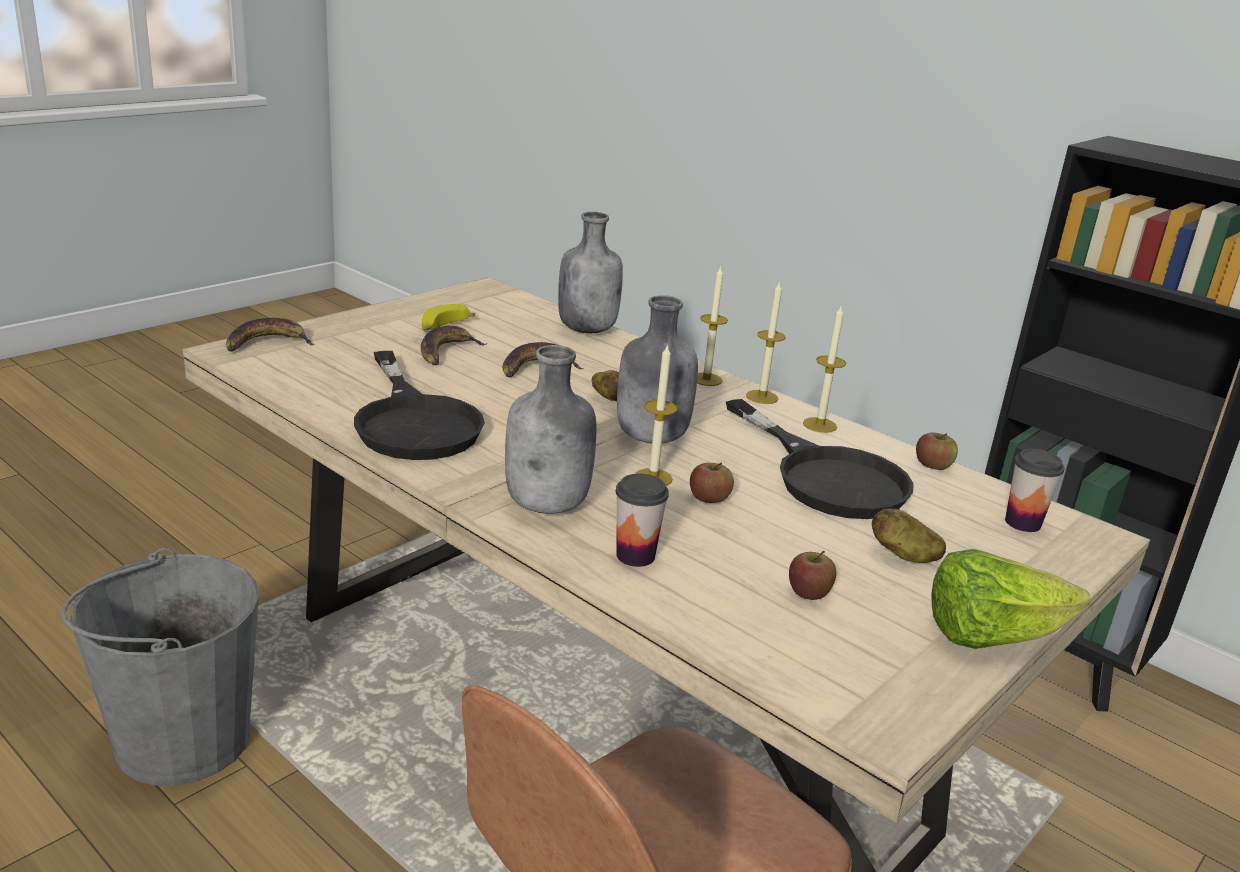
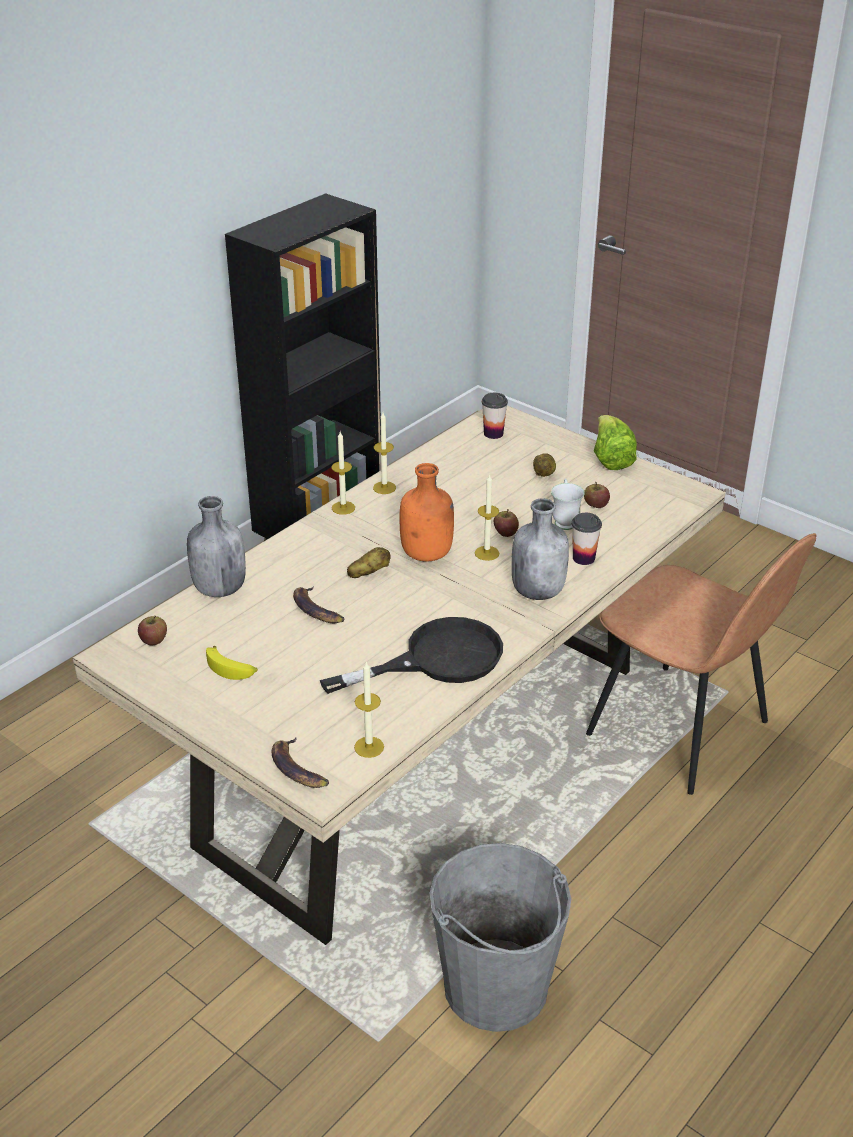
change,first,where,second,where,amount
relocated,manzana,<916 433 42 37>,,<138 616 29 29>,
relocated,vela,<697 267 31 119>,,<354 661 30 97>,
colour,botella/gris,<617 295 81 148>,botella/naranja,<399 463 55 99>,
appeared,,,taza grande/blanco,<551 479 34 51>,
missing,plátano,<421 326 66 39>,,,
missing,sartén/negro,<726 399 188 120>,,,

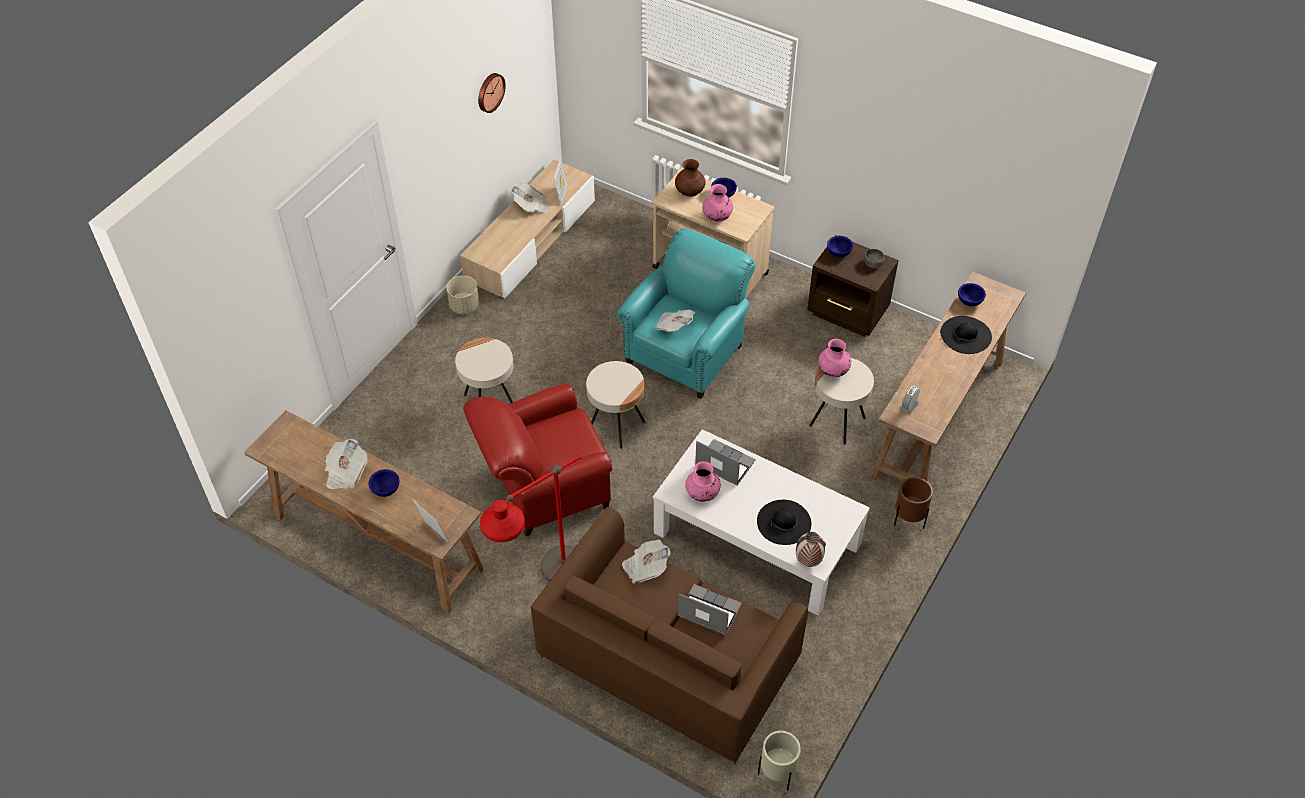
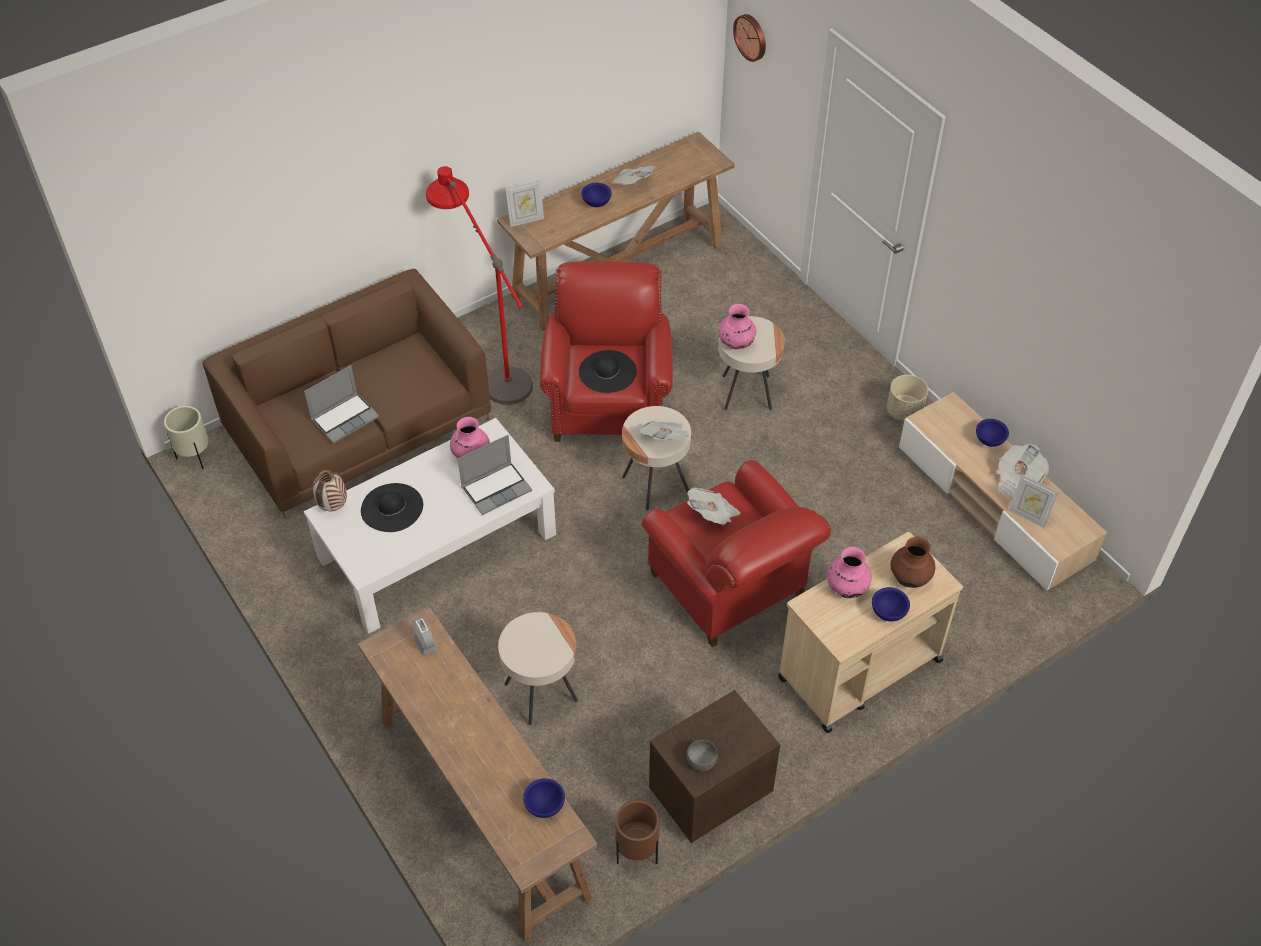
change,first,where,second,where,amount
relocated,sombrero/negro,<940 316 52 38>,,<579 350 58 43>,
relocated,maceta/marrón,<894 477 39 52>,,<615 800 45 64>,
relocated,periódico,<622 540 49 43>,,<639 421 50 19>,
colour,sillón/turquesa,<617 229 139 170>,sillón/rojo,<642 460 189 187>,
relocated,florero/rosa,<818 339 33 39>,,<719 304 37 46>,
relocated,reloj de pared,<478 73 28 40>,,<733 14 33 48>,
relocated,cuenco/azul,<827 236 26 21>,,<976 419 33 28>,

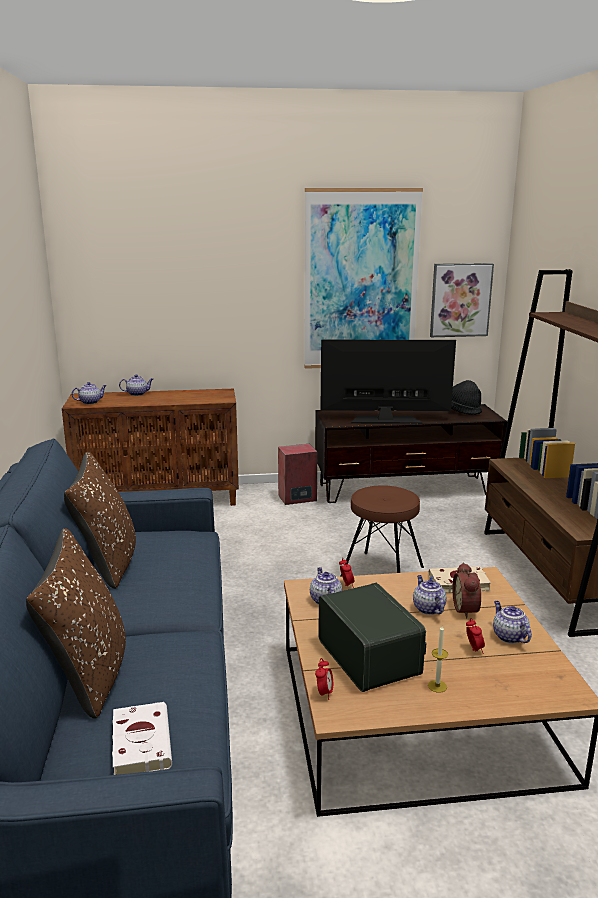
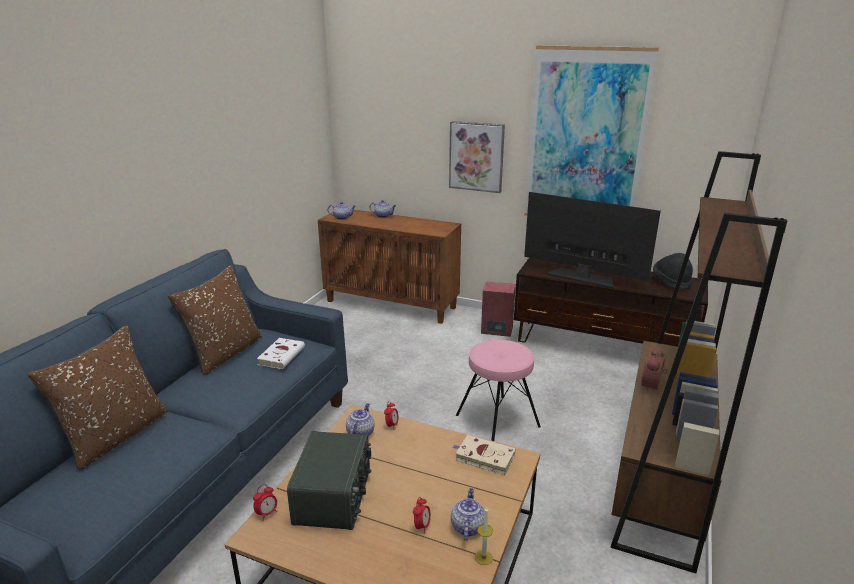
change,first,where,second,where,amount
relocated,libro/blanco,<112 702 60 73>,,<257 338 48 31>,
relocated,cuadro,<430 263 64 74>,,<449 121 56 72>,
colour,taburete/marrón,<340 485 84 92>,taburete/rosa,<456 340 85 101>,
relocated,vela,<428 626 20 67>,,<475 507 18 58>,
relocated,despertador,<452 562 29 57>,,<641 348 26 44>,
missing,tetera,<413 575 34 40>,,,

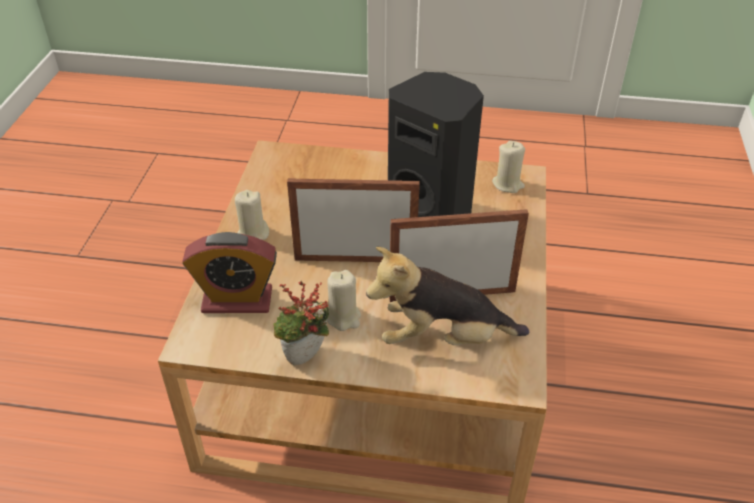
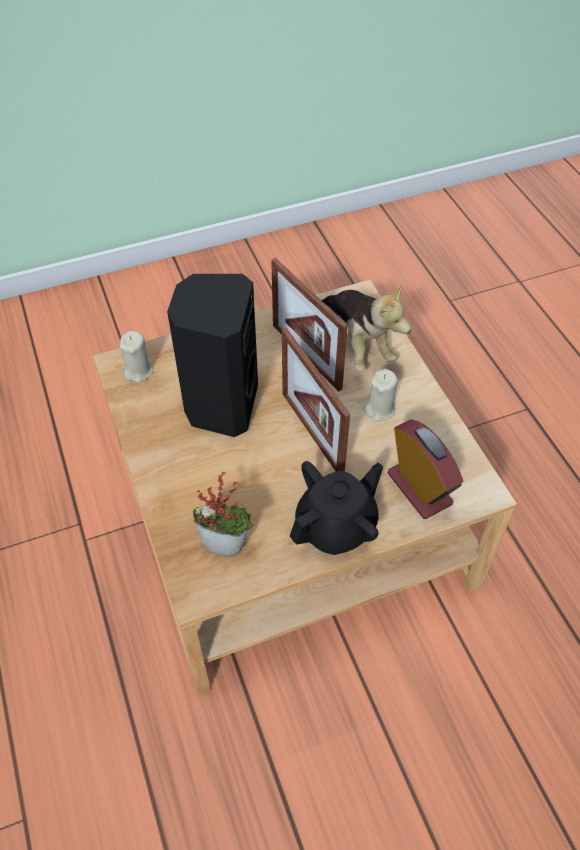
change,first,where,second,where,amount
relocated,planta en maceta,<273 281 56 84>,,<193 471 61 86>,
exchanged,vela/beis,<235 190 34 50>,tetera/negro,<289 461 94 94>,

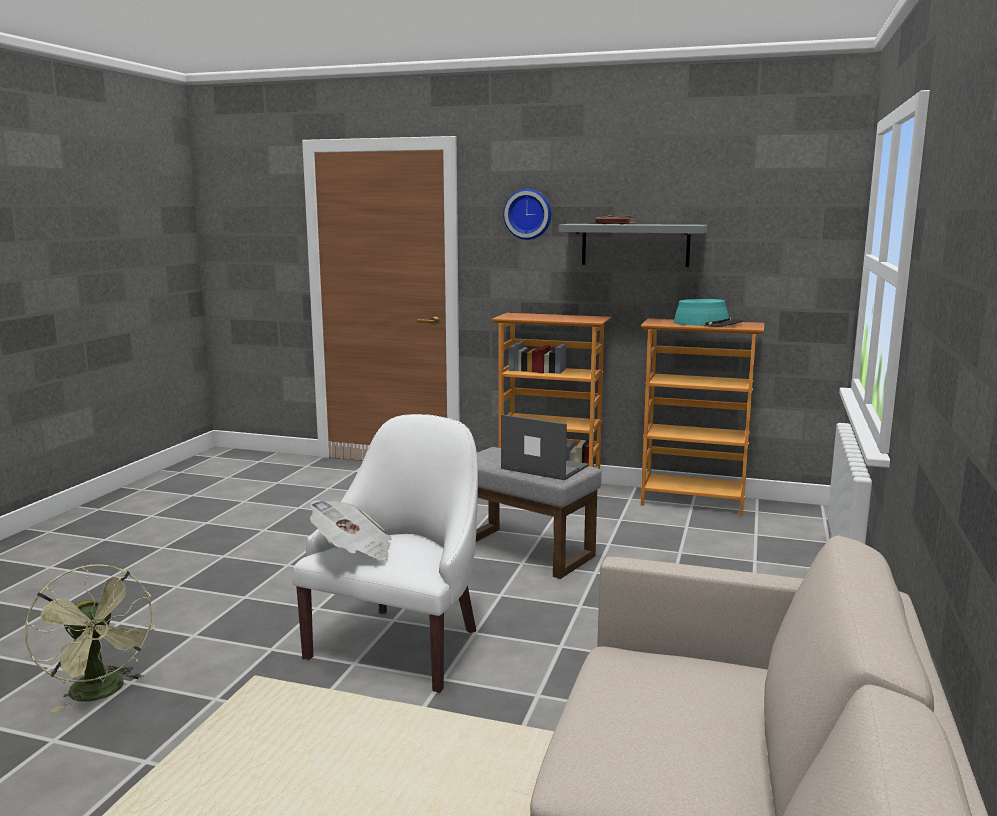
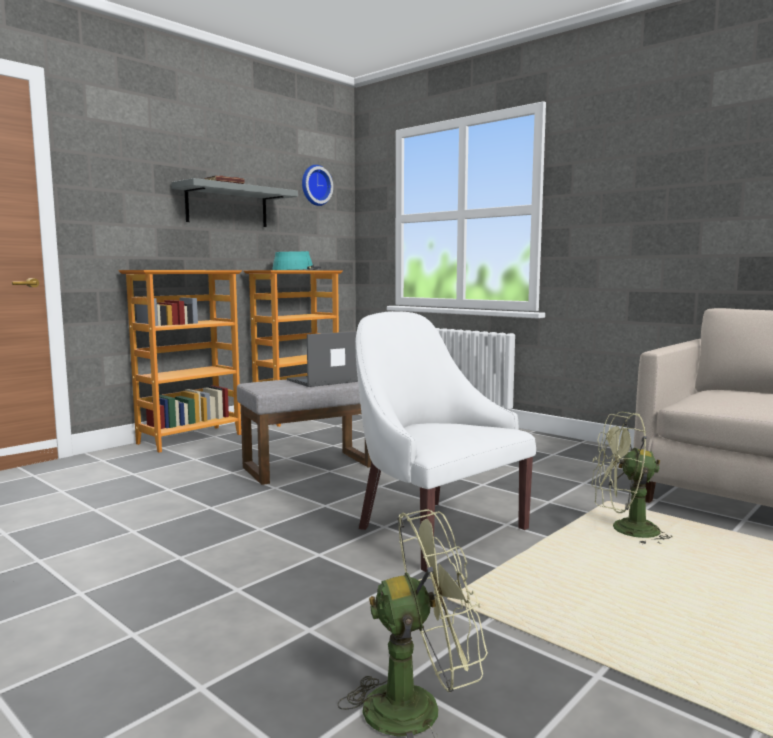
change,first,where,second,where,amount
relocated,reloj de pared,<503 189 48 51>,,<302 165 31 41>,
appeared,,,ventilador/verde,<591 412 81 133>,
missing,periódico,<310 500 82 60>,,,

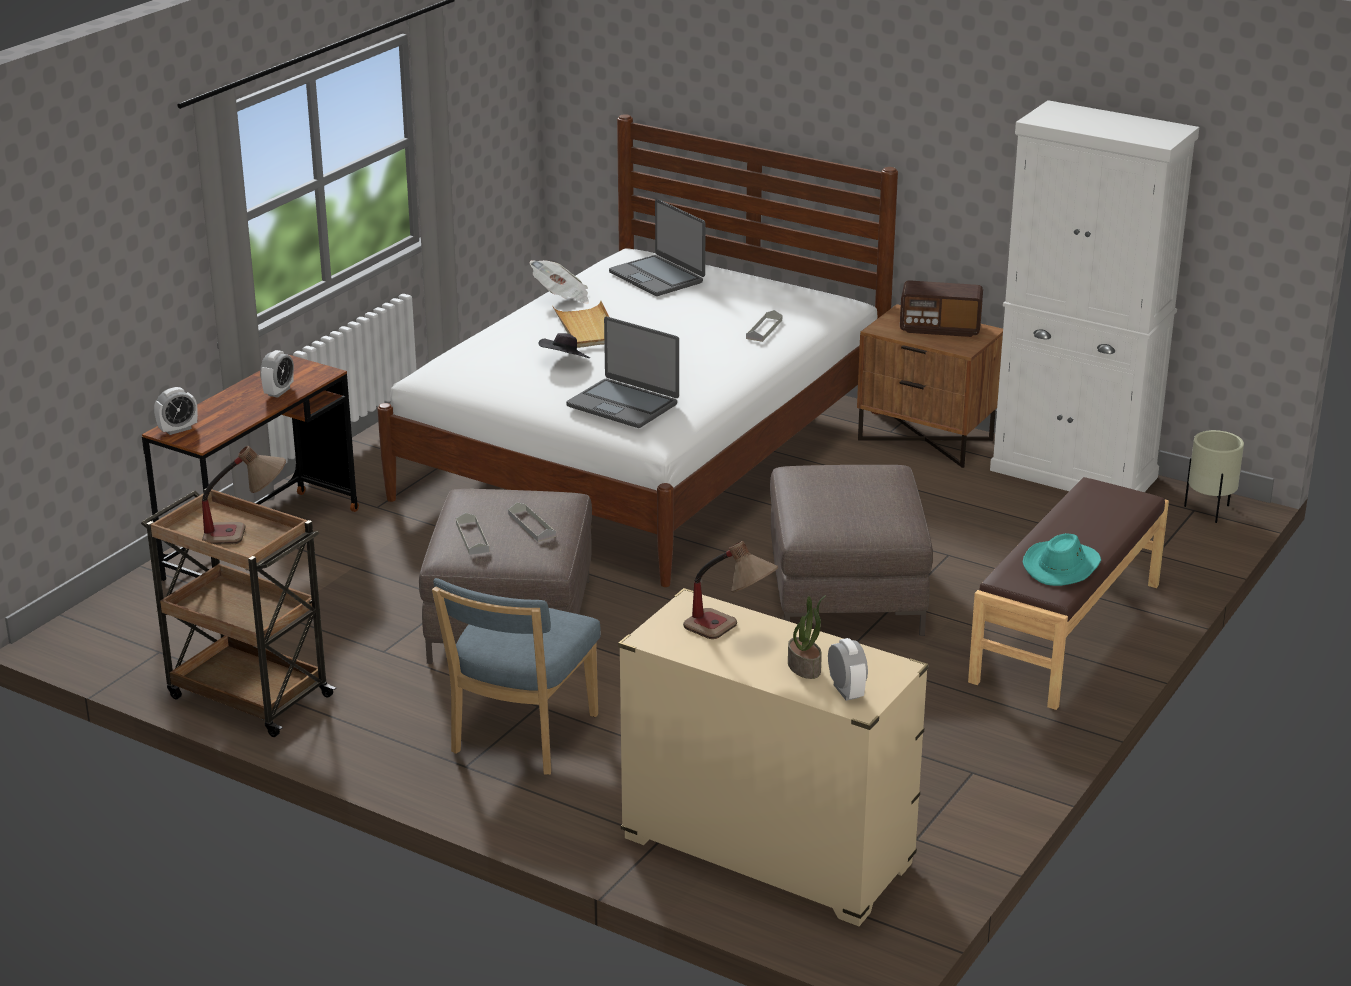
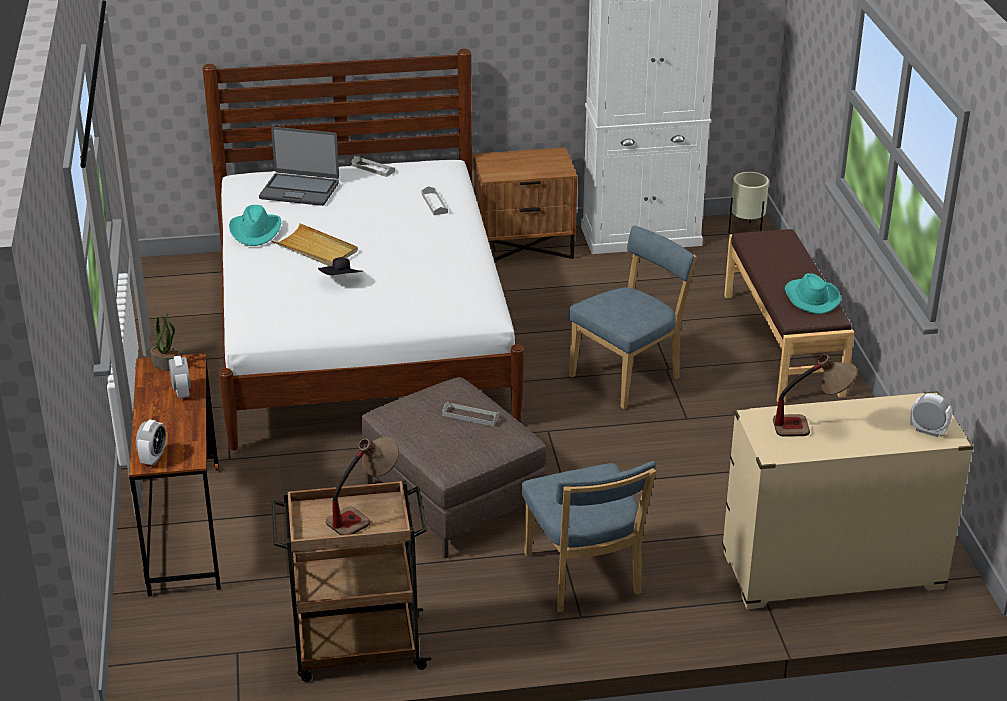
change,first,where,second,where,amount
relocated,planta en maceta,<788 595 38 84>,,<151 312 29 59>,
exchanged,periódico,<529 260 60 44>,sombrero/turquesa,<229 205 52 41>,
relocated,bandeja/gris,<456 513 34 42>,,<351 156 44 21>,
exchanged,puf/marrón,<770 465 163 171>,silla/azul,<568 225 129 184>,
missing,portátil,<566 317 113 111>,,,
missing,radio,<900 280 83 57>,,,

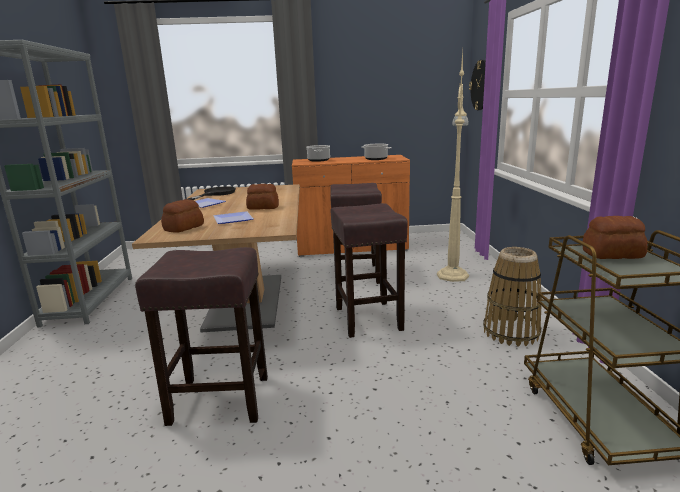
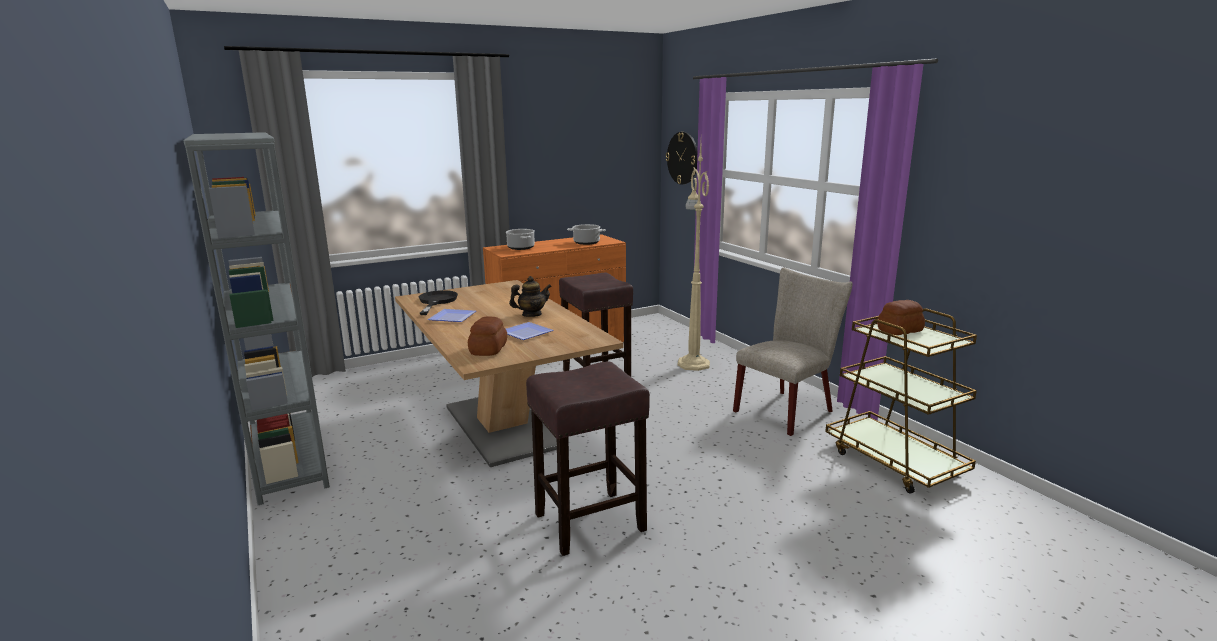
change,first,where,second,where,amount
exchanged,pan,<246 184 33 26>,tetera,<509 276 43 41>,
exchanged,cesta,<483 247 60 100>,silla/beis,<733 267 120 169>,
missing,taburete/marrón,<331 203 77 135>,,,

